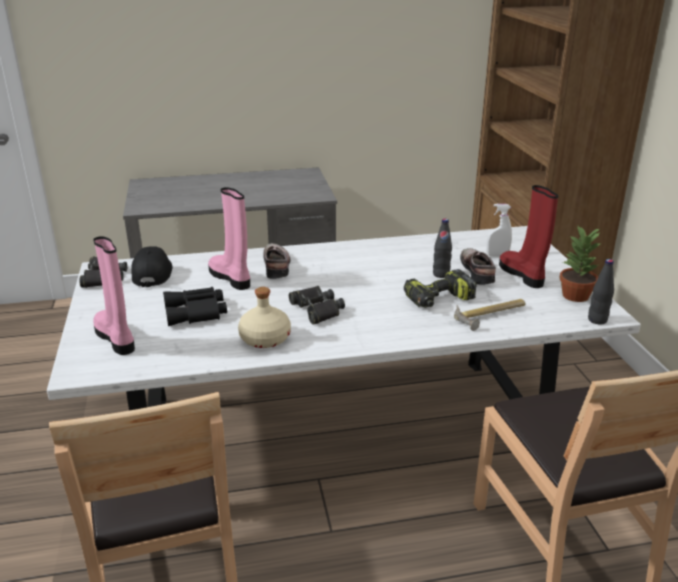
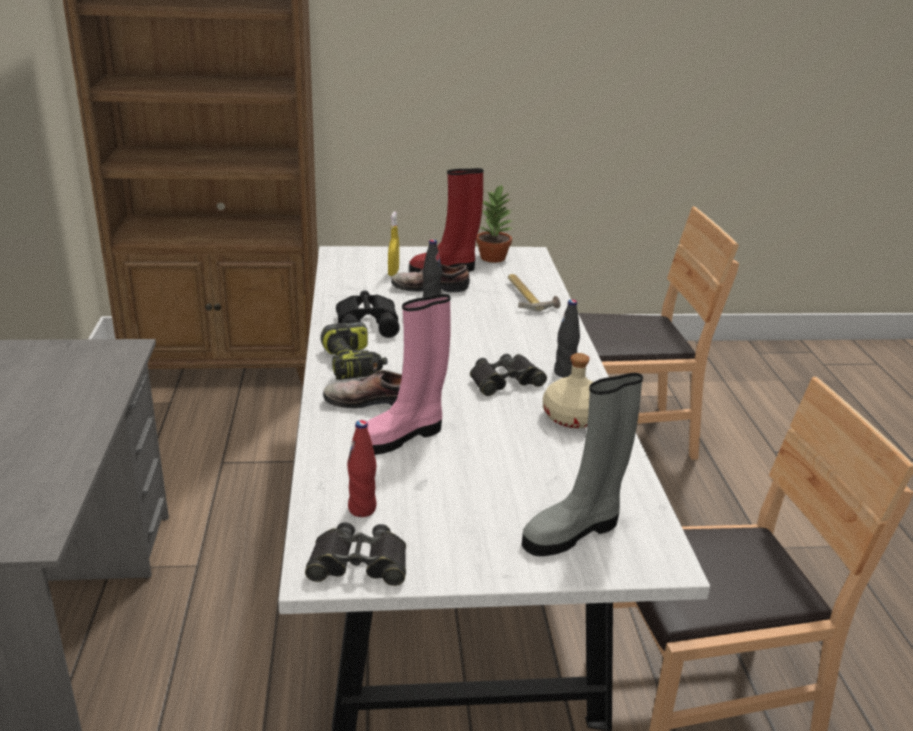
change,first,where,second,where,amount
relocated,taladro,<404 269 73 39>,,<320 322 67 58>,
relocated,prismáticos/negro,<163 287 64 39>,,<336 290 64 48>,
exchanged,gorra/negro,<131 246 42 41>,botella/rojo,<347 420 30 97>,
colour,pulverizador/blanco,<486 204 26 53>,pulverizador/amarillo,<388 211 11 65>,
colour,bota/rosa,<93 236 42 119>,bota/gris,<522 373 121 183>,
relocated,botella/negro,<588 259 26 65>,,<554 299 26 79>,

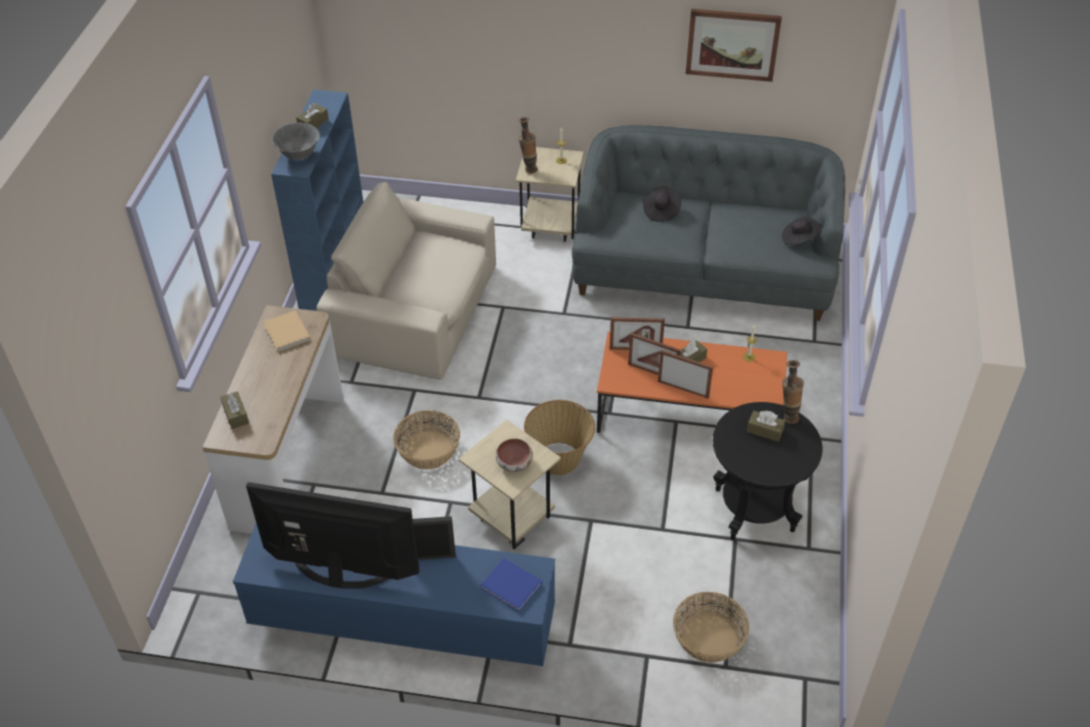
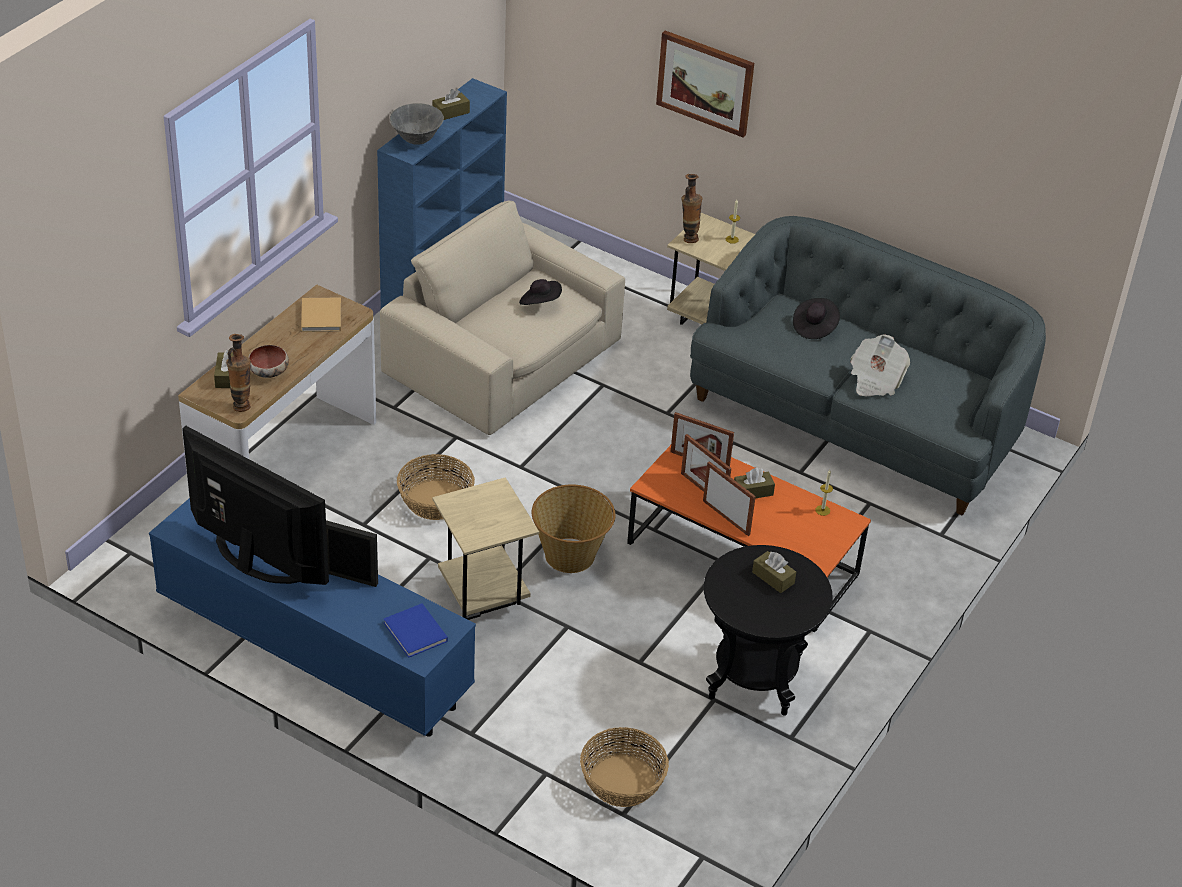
change,first,where,second,where,amount
relocated,florero,<782 360 22 64>,,<226 334 25 78>,
relocated,cuenco,<496 438 37 34>,,<249 345 40 33>,
relocated,sombrero/negro,<782 217 40 28>,,<519 279 43 26>,
relocated,cuadro,<686 9 96 73>,,<656 31 98 106>,
appeared,,,periódico,<850 334 60 62>,

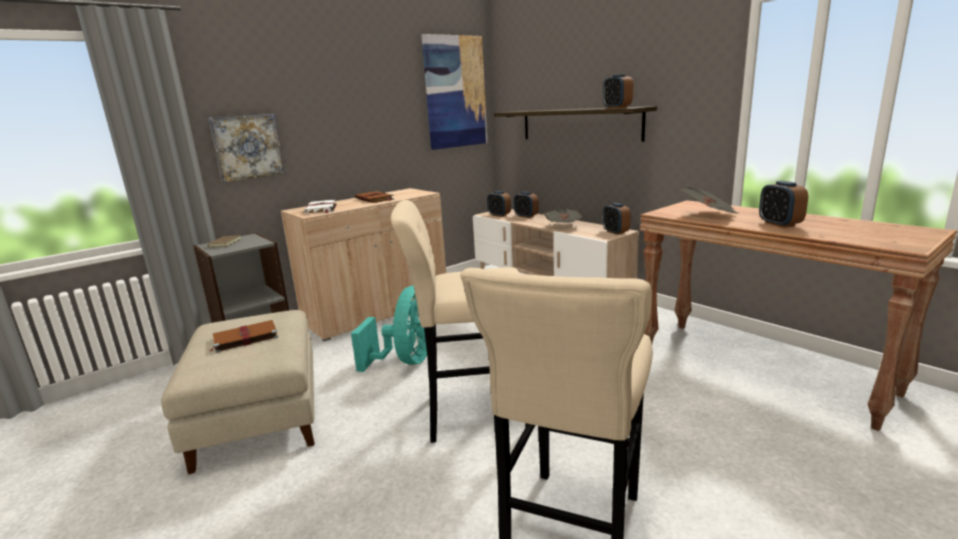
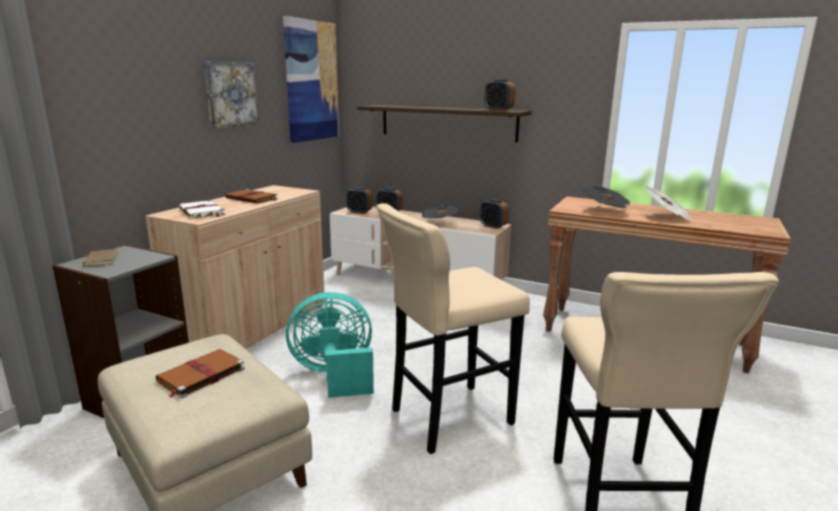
change,first,where,second,where,amount
relocated,cuadro,<208 114 77 68>,,<204 61 55 67>,
spun,ventilador/turquesa,<351 285 76 87>,,<286 292 88 106>,90 degrees counterclockwise
exchanged,despertador,<759 181 49 47>,periódico,<644 186 50 36>,

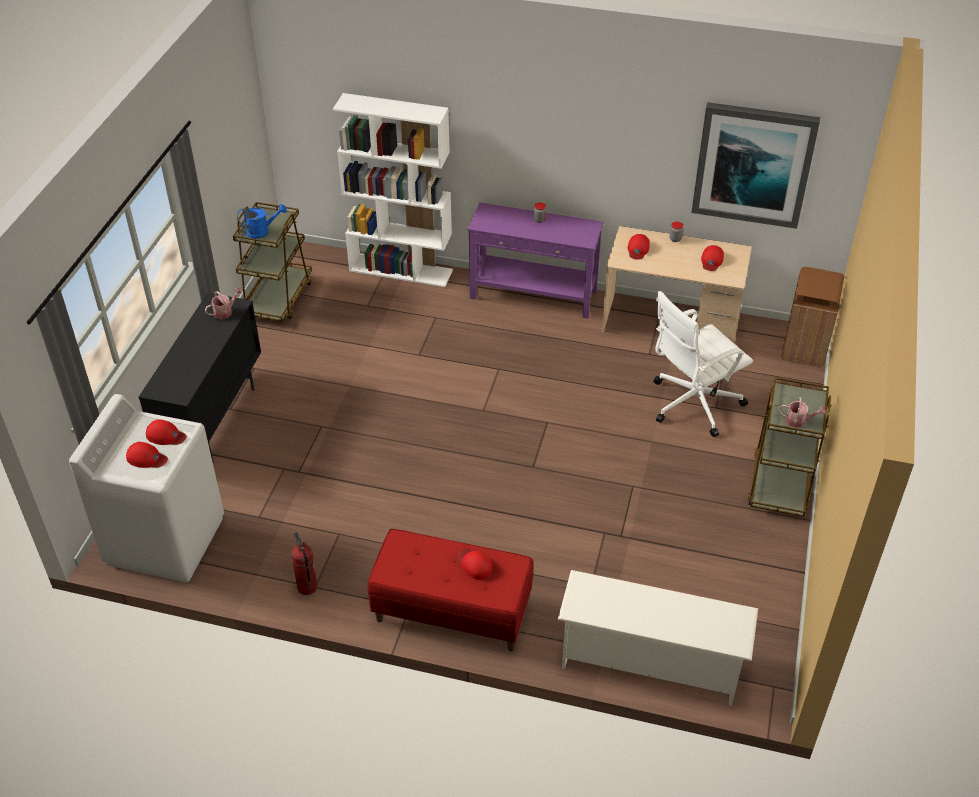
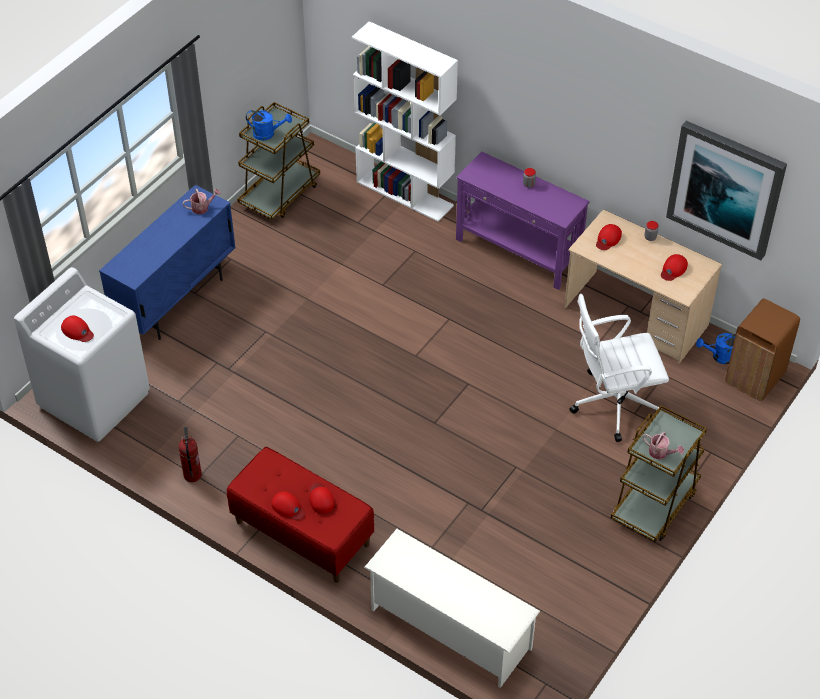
change,first,where,second,where,amount
colour,armario/negro,<139 293 122 169>,armario/azul,<99 185 137 155>,
relocated,gorra/rojo,<146 420 40 25>,,<271 491 35 29>,
appeared,,,regadera/azul,<696 333 40 31>,

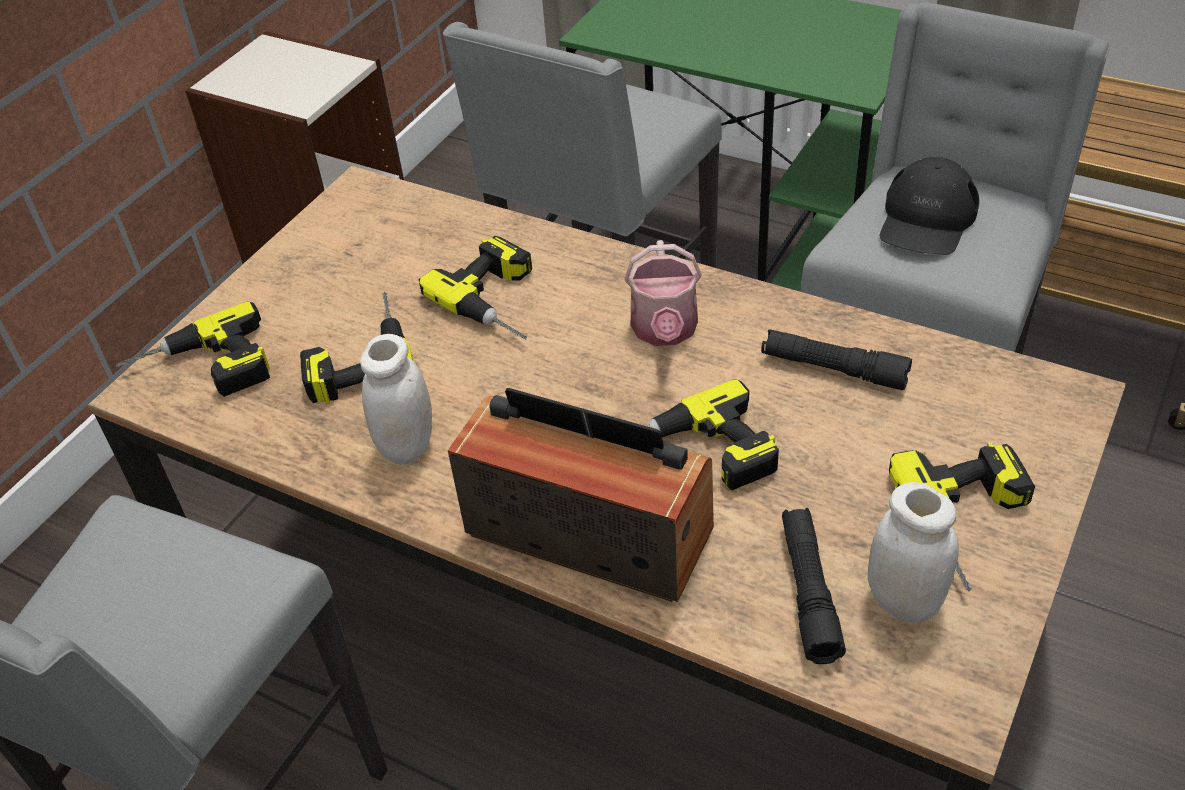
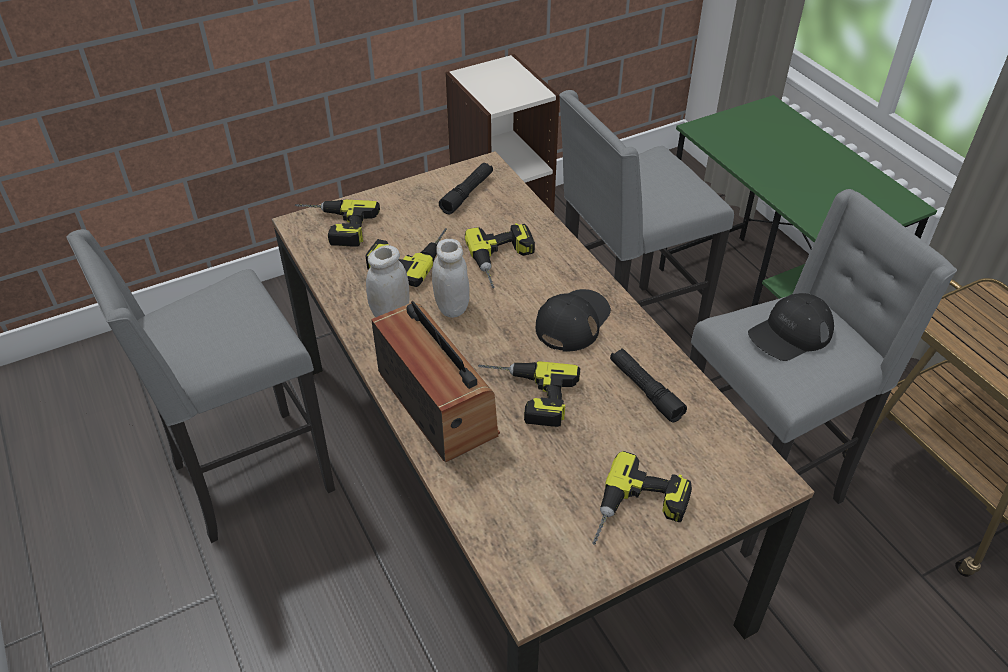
change,first,where,second,where,amount
relocated,tarro/blanco,<868 482 91 141>,,<432 239 38 79>,
relocated,linterna/negro,<782 508 64 156>,,<439 163 54 51>,
exchanged,regadera,<624 240 78 106>,gorra/negro,<536 289 75 63>,

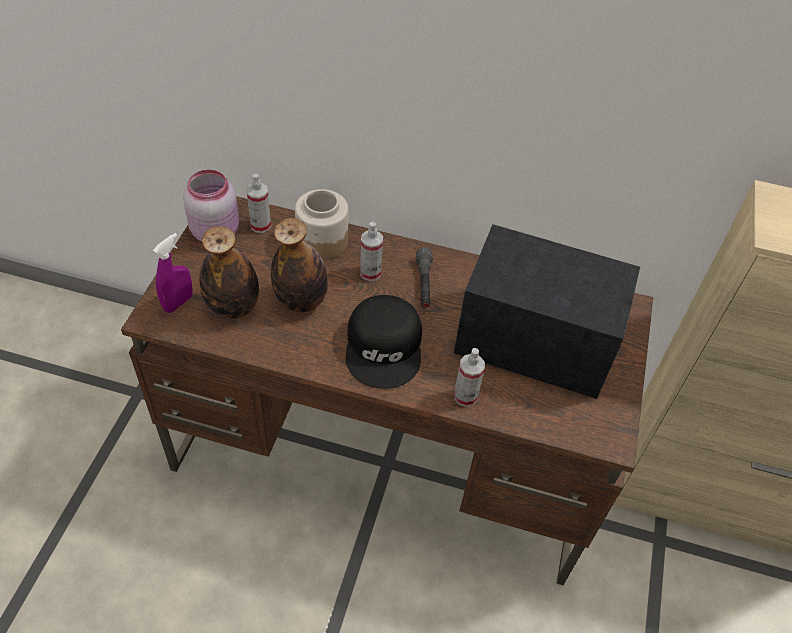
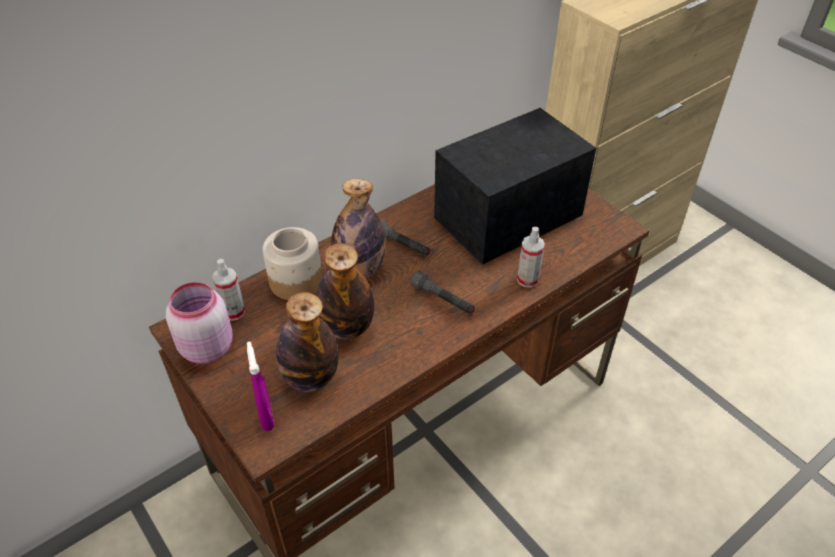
change,first,where,second,where,amount
exchanged,pulverizador,<360 222 23 59>,botella,<331 179 54 99>,
exchanged,gorra/negro,<346 295 76 94>,linterna/gris,<410 271 65 43>,

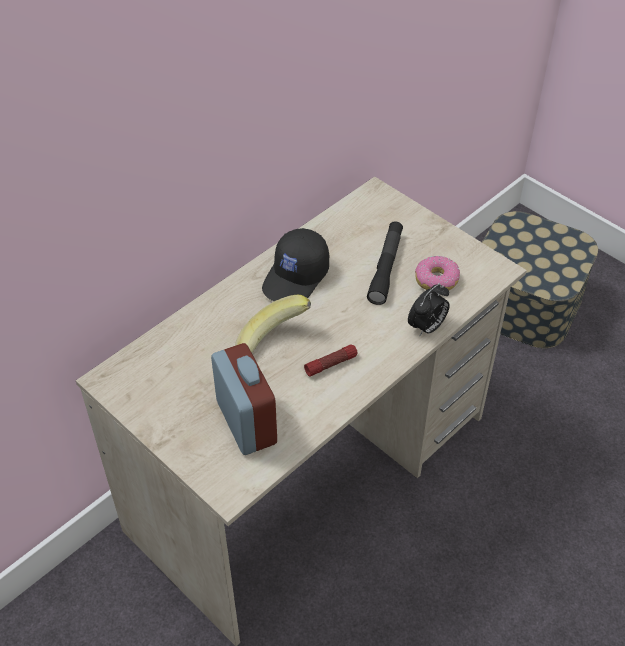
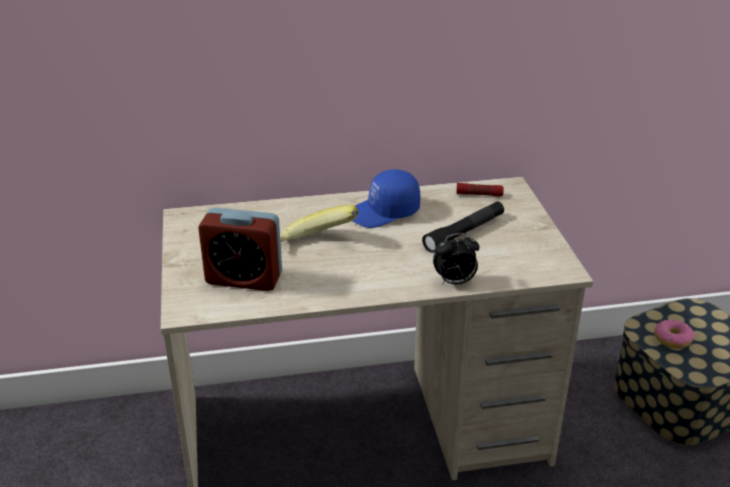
change,first,where,second,where,amount
spun,despertador,<211 343 66 112>,,<198 207 84 84>,90 degrees clockwise
colour,gorra/negro,<262 228 67 73>,gorra/azul,<353 169 67 59>,
relocated,linterna,<304 344 53 33>,,<456 183 48 14>,
relocated,rosquilla,<415 256 45 34>,,<654 320 41 29>,

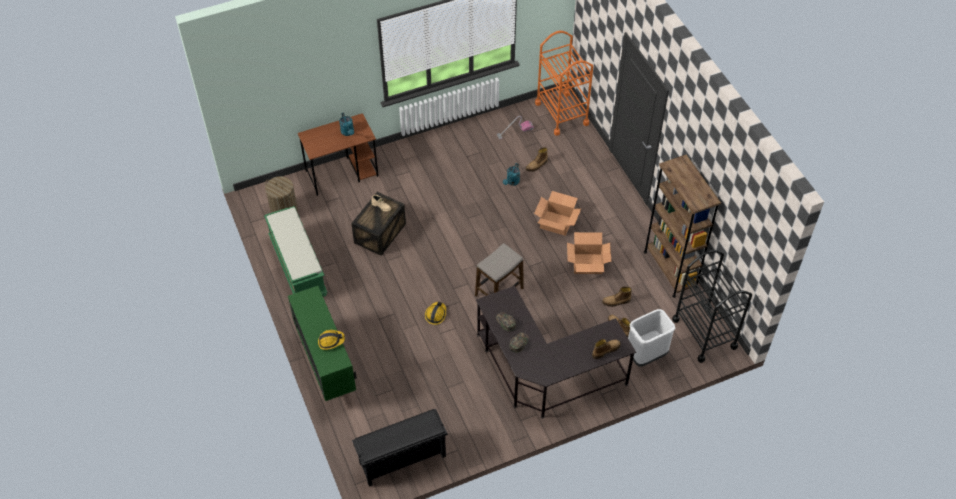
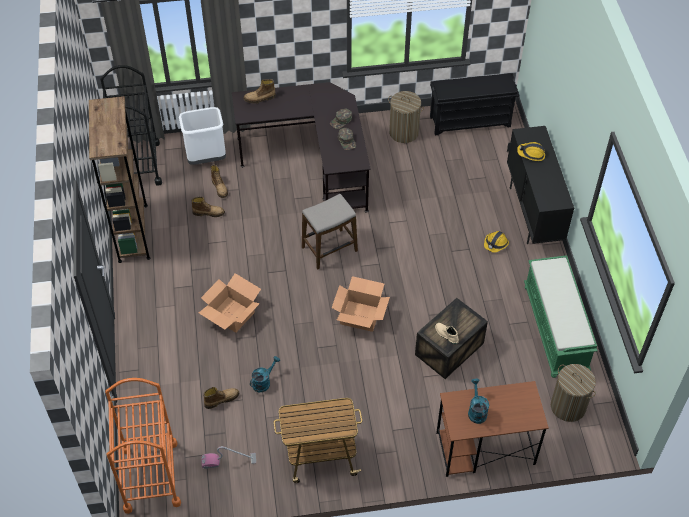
change,first,where,second,where,amount
appeared,,,carrito,<274 398 88 85>,
relocated,caja de cartón,<567 232 44 42>,,<332 276 58 56>,
appeared,,,cesto de la ropa,<388 91 36 52>,
relocated,casco,<425 302 21 23>,,<484 231 25 22>,
colour,armario/verde,<288 286 69 115>,armario/negro,<507 126 67 118>,

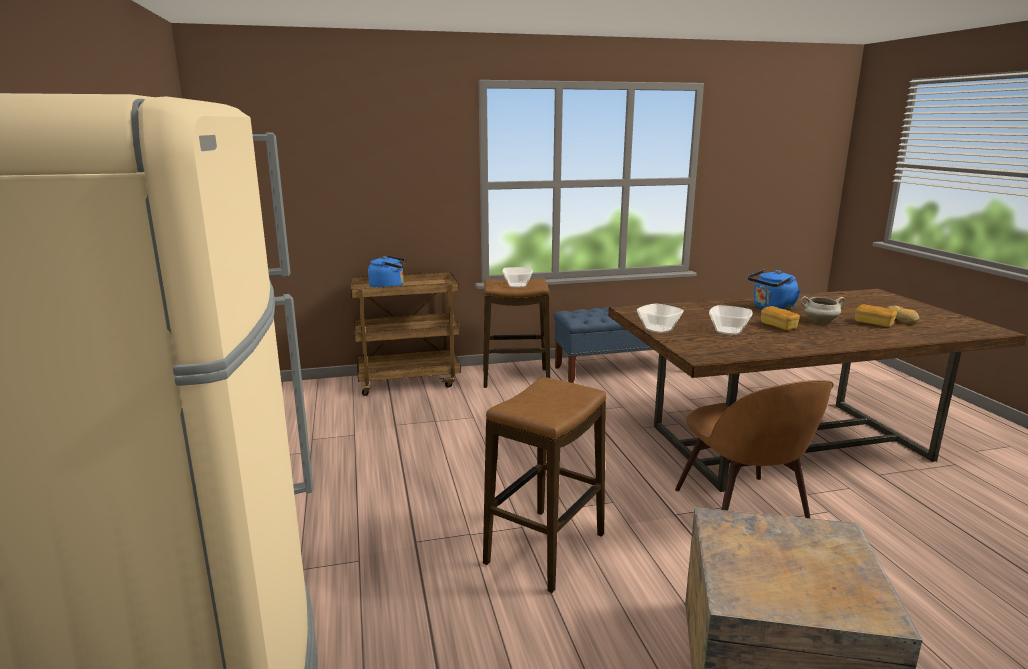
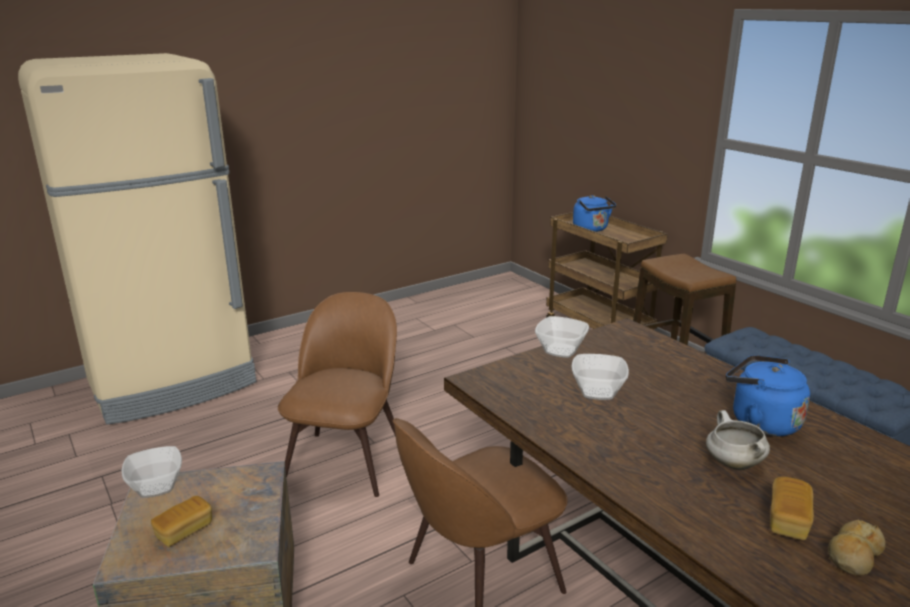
change,first,where,second,where,amount
relocated,cuenco,<502 267 31 21>,,<122 446 60 52>,
relocated,pan,<761 306 39 24>,,<151 496 61 51>,
exchanged,taburete,<483 377 123 216>,silla/marrón,<278 292 119 205>,

